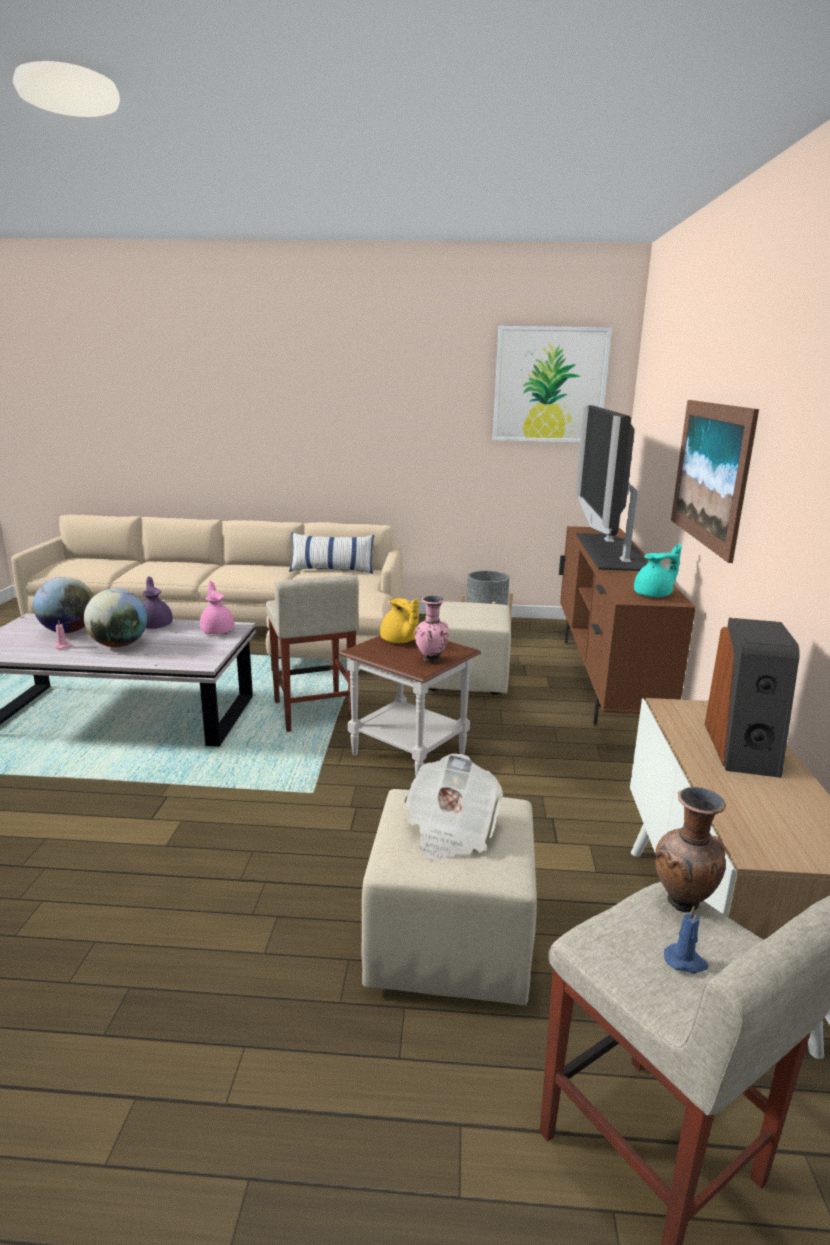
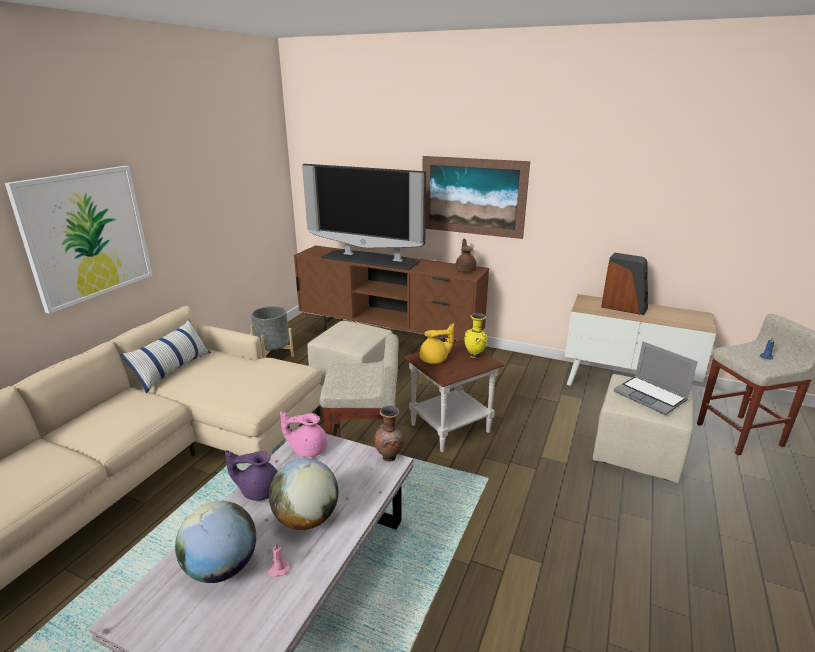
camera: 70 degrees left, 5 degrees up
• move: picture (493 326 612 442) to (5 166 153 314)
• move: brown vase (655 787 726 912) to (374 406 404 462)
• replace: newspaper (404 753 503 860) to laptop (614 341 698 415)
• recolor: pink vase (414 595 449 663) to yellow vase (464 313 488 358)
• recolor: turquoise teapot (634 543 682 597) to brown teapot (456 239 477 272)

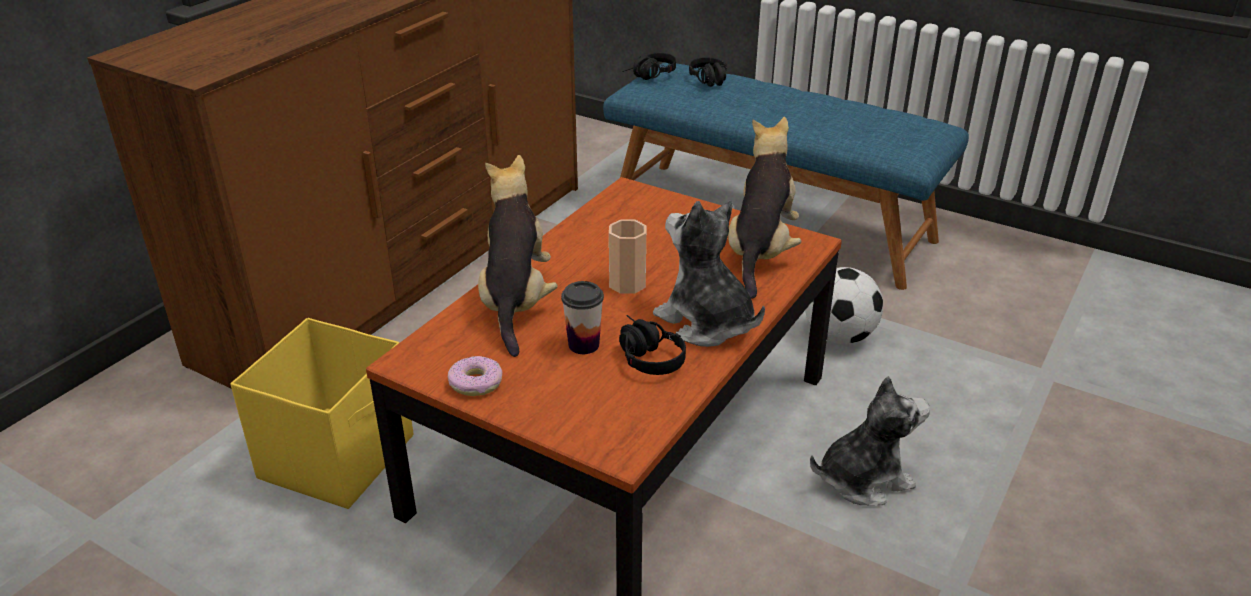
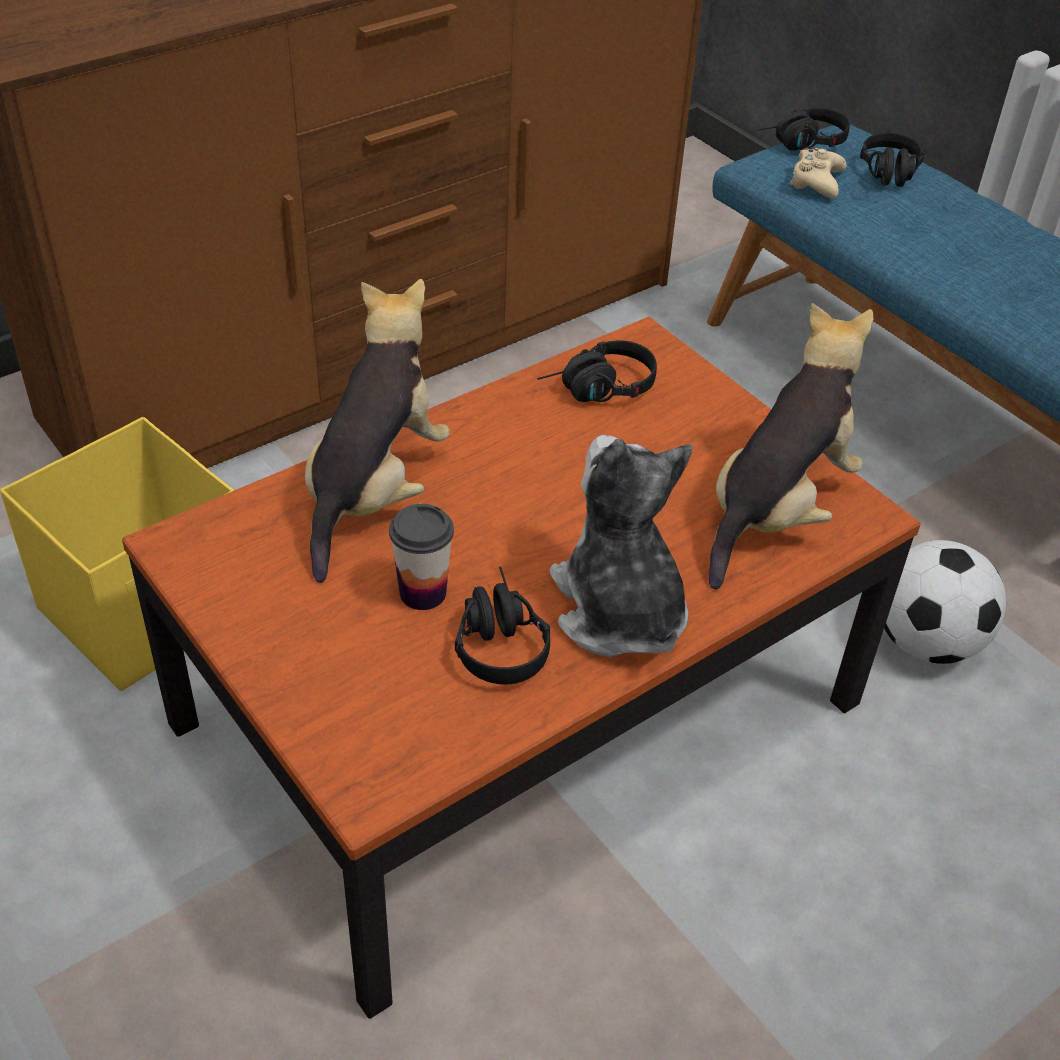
camera: 20 degrees right, 10 degrees up
• delete: donut (448 356 502 396)
• delete: cup (609 219 646 294)
• delete: plush toy (810 376 930 505)
• insert: black headphones (537 340 657 402)
• insert: beige game controller (790 147 846 198)

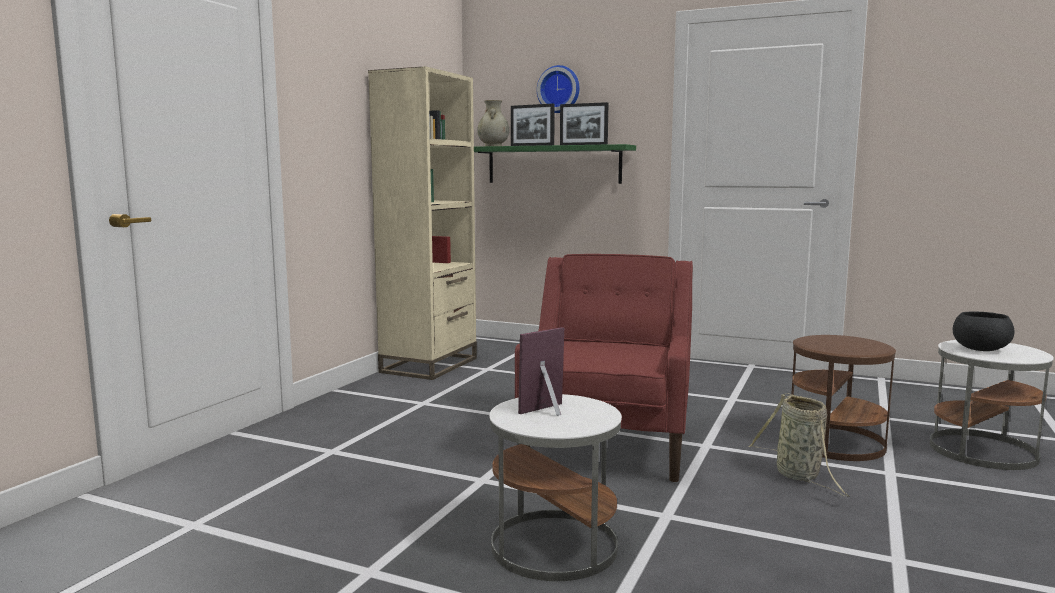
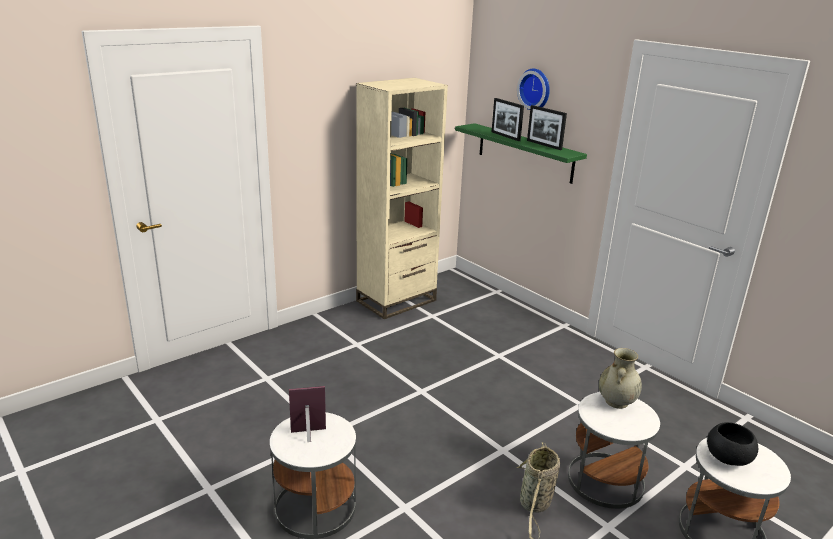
camera: 25 degrees right, 15 degrees up
• delete: red armchair (515 254 693 482)
• move: beige vase (477 100 509 146) to (599 348 642 409)
• recolor: brown side table (791 335 896 461) to white side table (568 392 660 509)

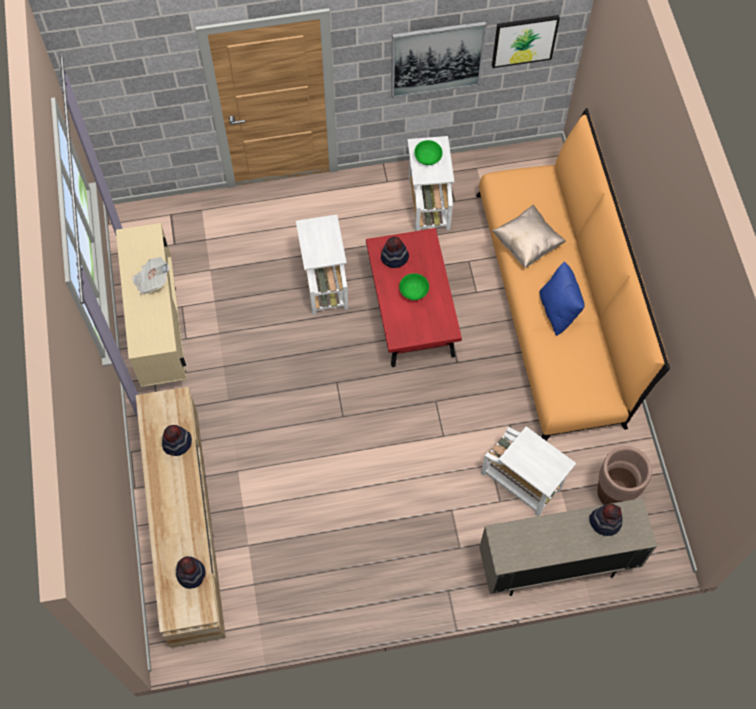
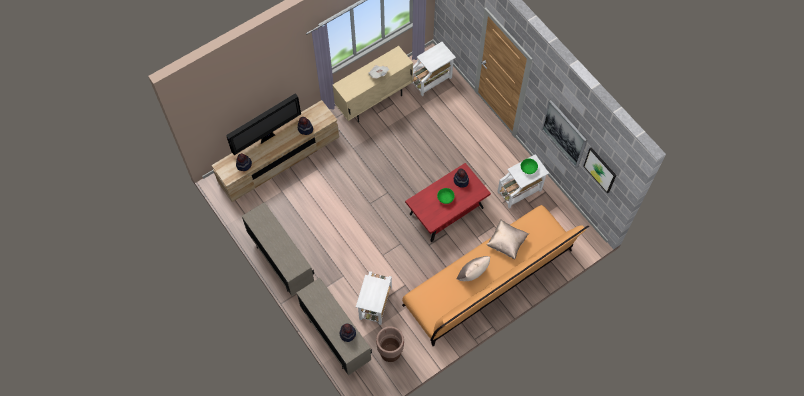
camera: 65 degrees right, 0 degrees up
• insert: television (226 93 301 155)
• insert: beige cabinet (242 202 314 296)
• move: white side table (296 214 348 315) to (411 42 456 96)
• recolor: blue pillow (540 261 585 336) to beige pillow (457 256 490 281)

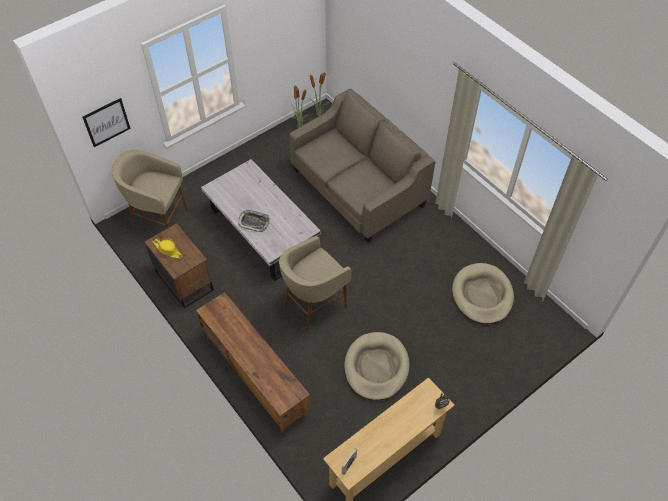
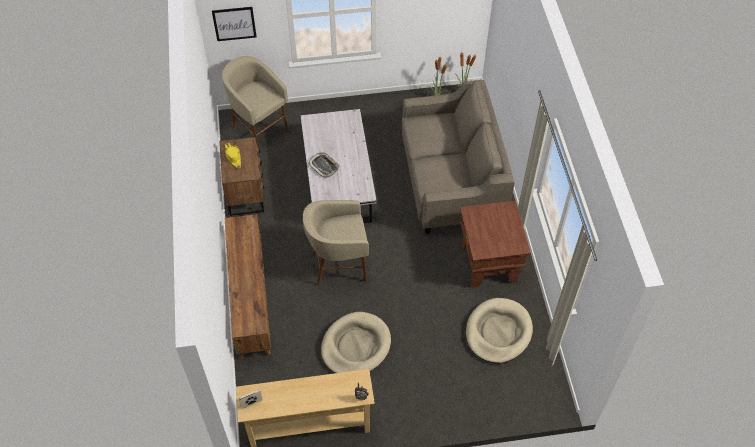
camera: 30 degrees right, 0 degrees up
• insert: brown side table (460 201 531 288)

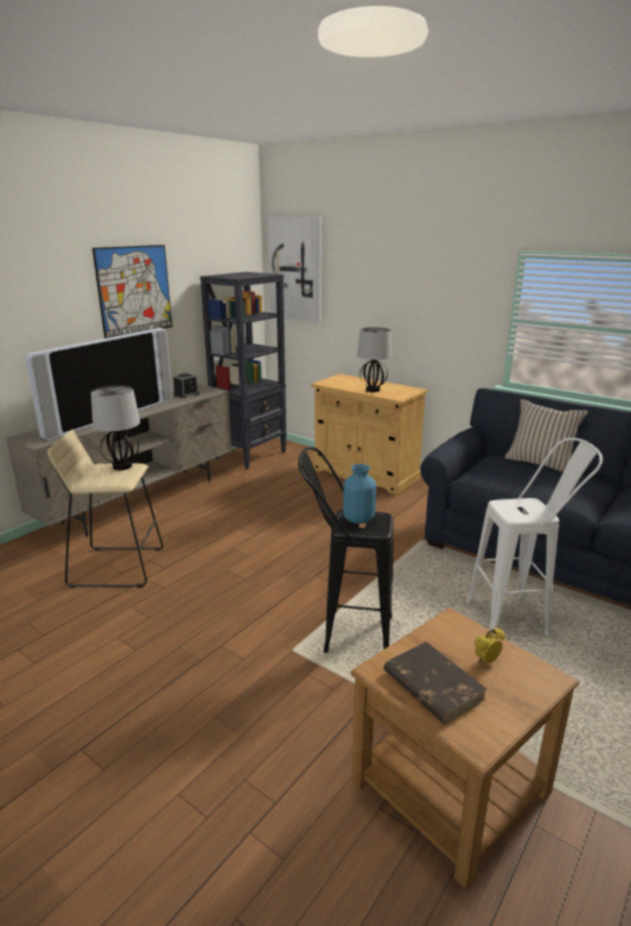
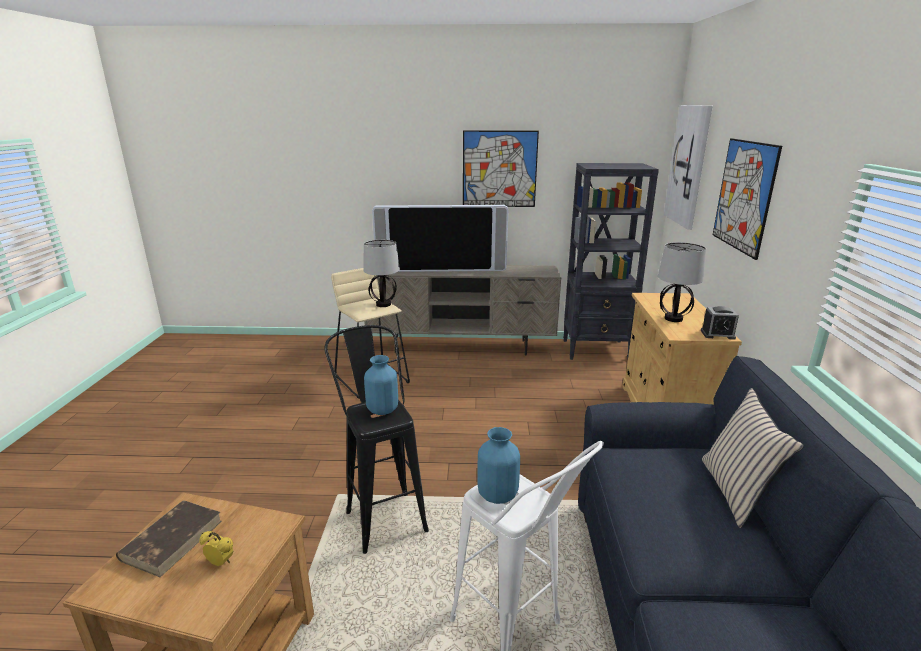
camera: 55 degrees right, 0 degrees up
• insert: blue vase (477 427 520 504)
• insert: picture (713 138 782 260)
• move: alarm clock (173 373 199 398) to (701 306 739 340)

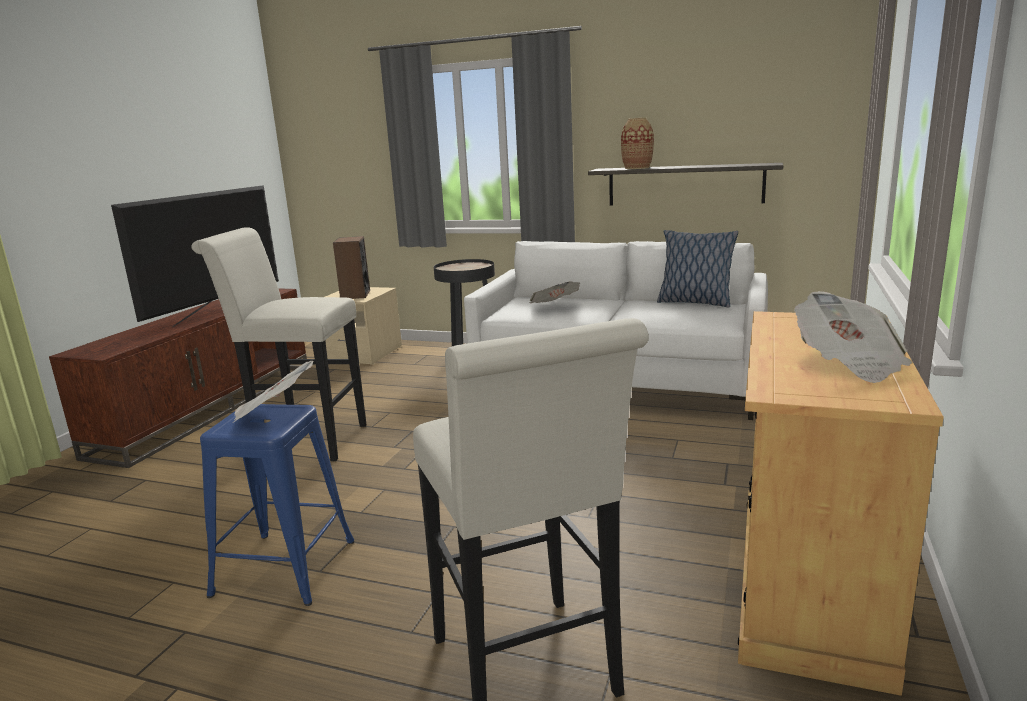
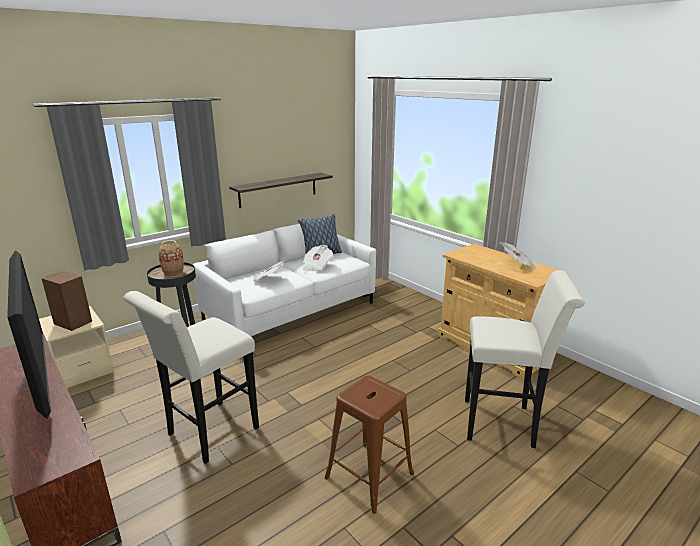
camera: 60 degrees left, 5 degrees up
• move: newspaper (234 361 313 422) to (303 245 333 271)
• move: vase (621 117 654 169) to (158 240 184 277)
• recolor: blue stool (200 404 354 606) to brown stool (325 376 414 514)

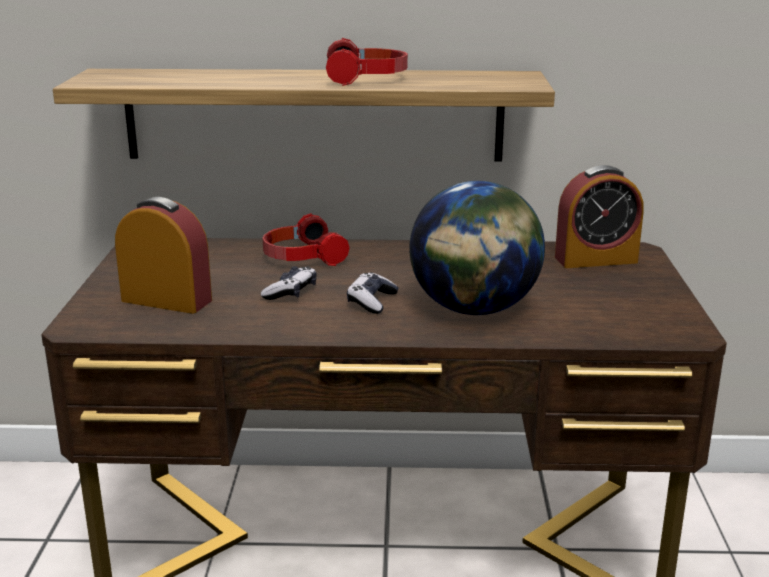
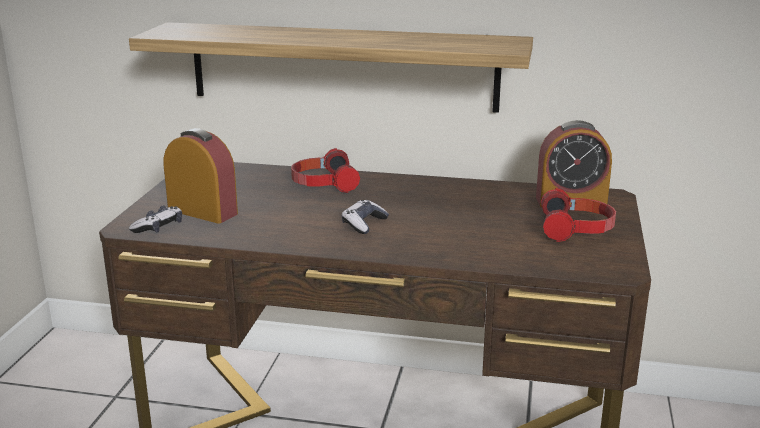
camera: 10 degrees right, 0 degrees up
• delete: globe (409 181 545 315)
• move: game controller (261 266 317 300) to (129 206 182 233)
• move: headphones (326 38 408 86) to (541 188 616 242)

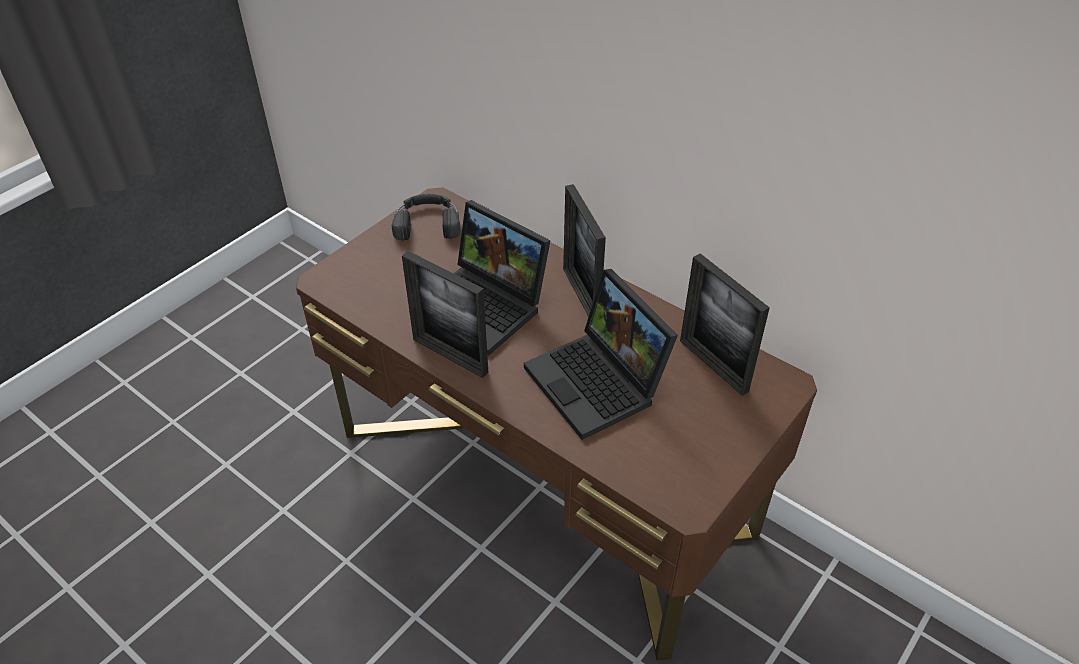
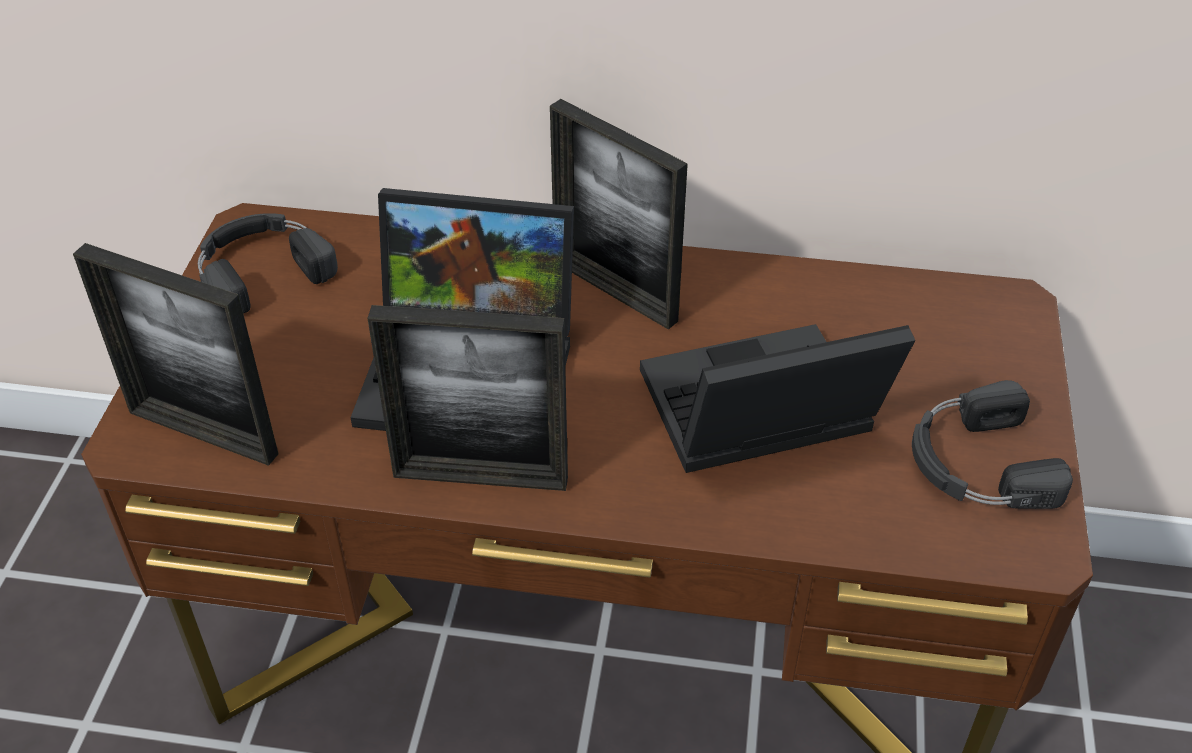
camera: 30 degrees left, 0 degrees up
• insert: black headphones (912 380 1073 509)
• move: picture frame (680 253 770 396) to (73 243 278 466)
• rotate: laptop (524 269 678 440) = (640 324 915 473) 135 degrees clockwise

